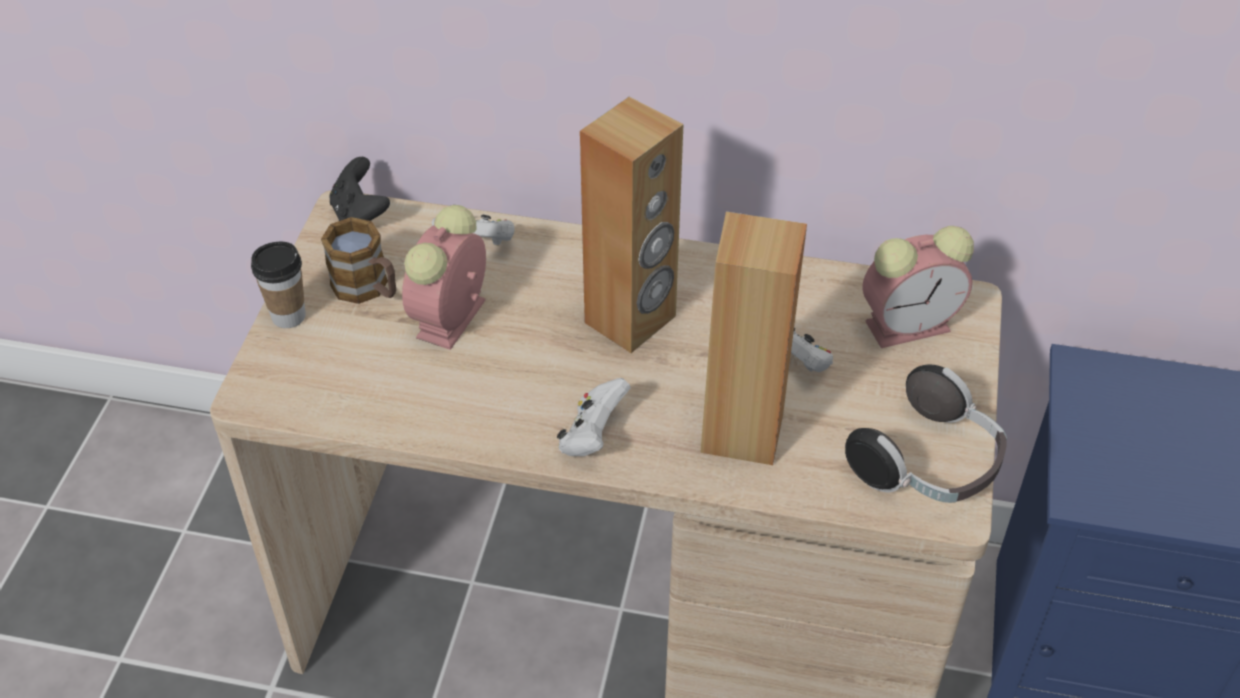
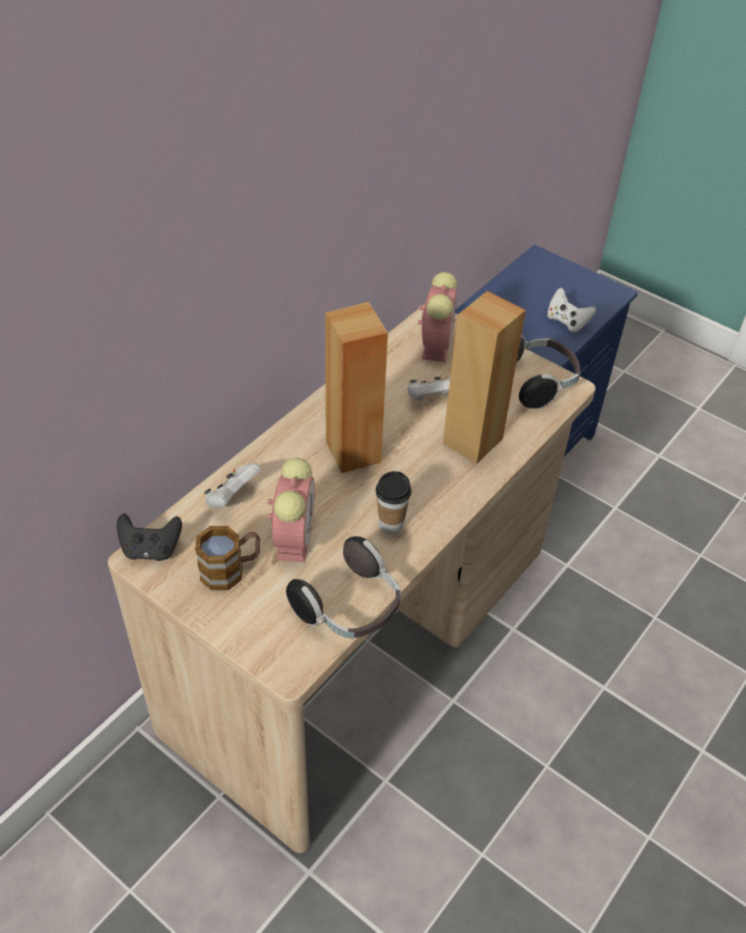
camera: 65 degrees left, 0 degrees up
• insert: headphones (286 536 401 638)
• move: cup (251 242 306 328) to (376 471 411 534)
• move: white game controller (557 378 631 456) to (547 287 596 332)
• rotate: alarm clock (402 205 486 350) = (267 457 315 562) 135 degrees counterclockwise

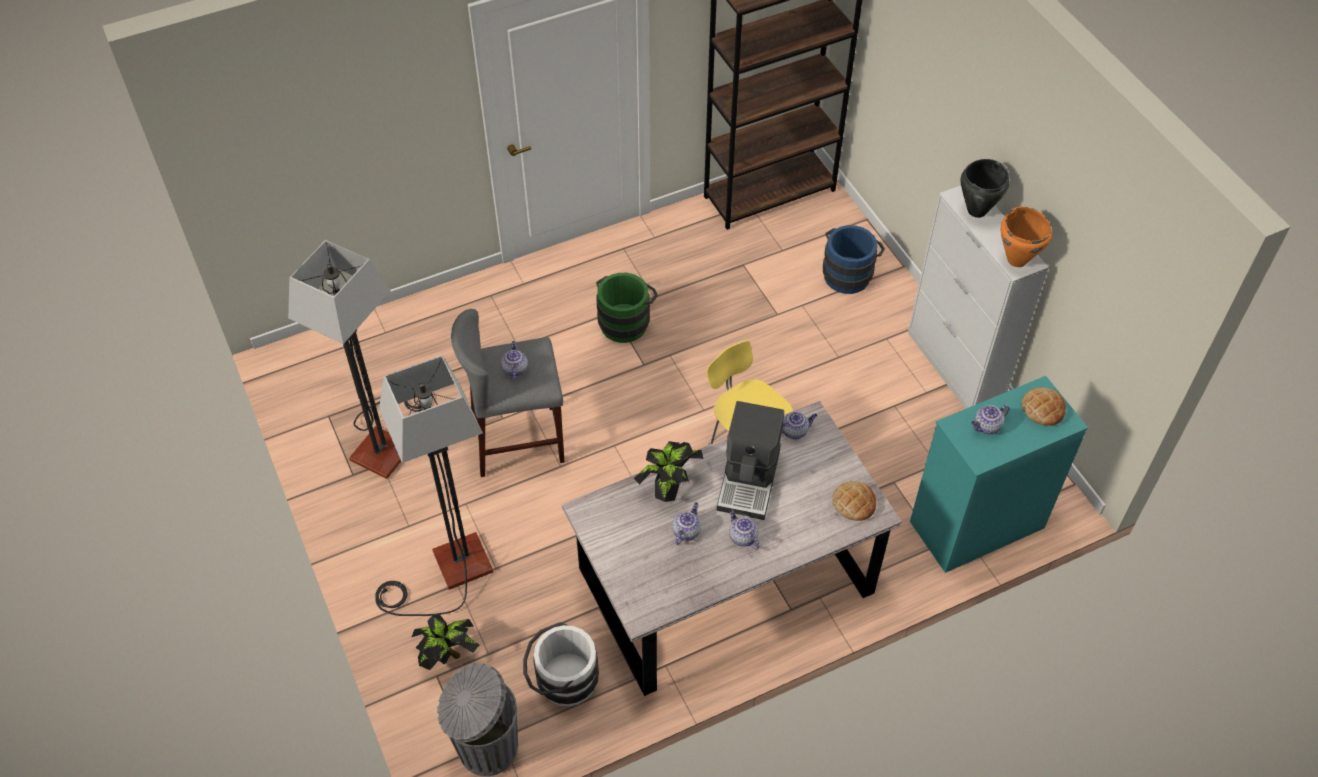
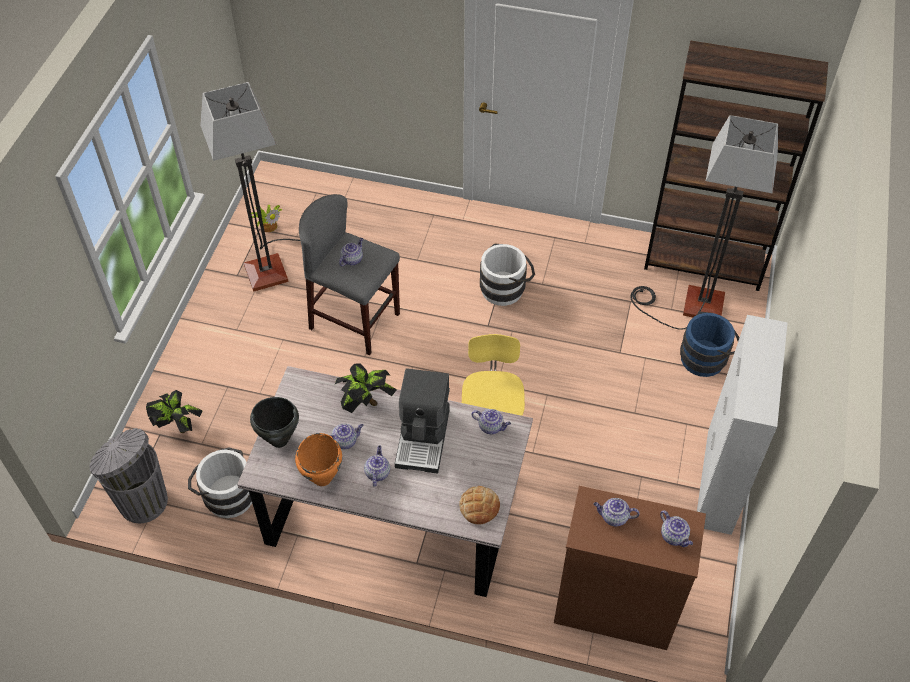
camera: 40 degrees right, 0 degrees up
• insert: potted plant (251 205 282 232)
• move: floor lamp (375 355 493 616) to (631 115 778 330)
• move: black cooking pot (961 159 1009 218) to (250 397 299 448)
• move: orange cooking pot (1001 207 1052 267) to (295 433 342 486)
• replace: bread (1022 387 1066 426) to teapot (660 511 693 547)
• recolor: green bucket (596 273 658 343) to white bucket (480 243 535 306)
• recolor: turquoise dresser (910 376 1088 573) to brown dresser (554 486 706 650)
• rotate: coffee machine (717 401 784 520) = (395 369 450 474) 45 degrees counterclockwise

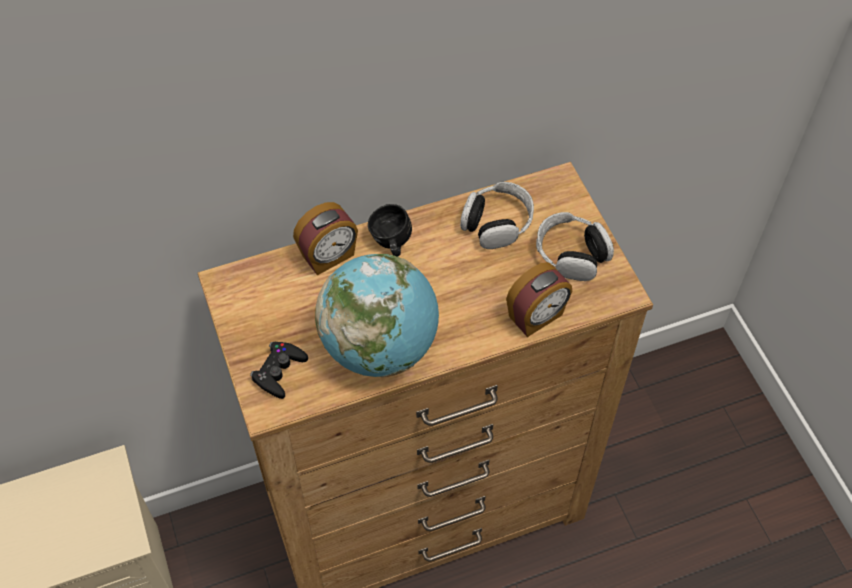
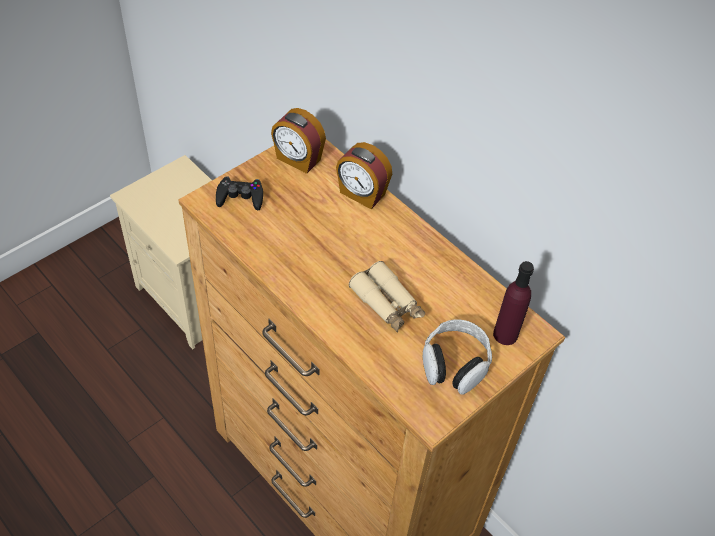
camera: 65 degrees right, 5 degrees down
• delete: globe (315 254 439 377)
• delete: black mug (368 204 412 257)
• delete: headphones (460 182 534 249)
• insert: beige binoculars (349 261 425 333)
• insert: purple bottle (493 261 534 345)
• move: alarm clock (506 262 572 337) to (271 108 326 174)

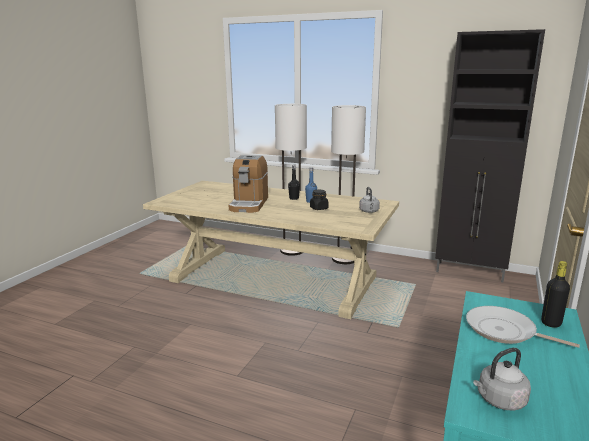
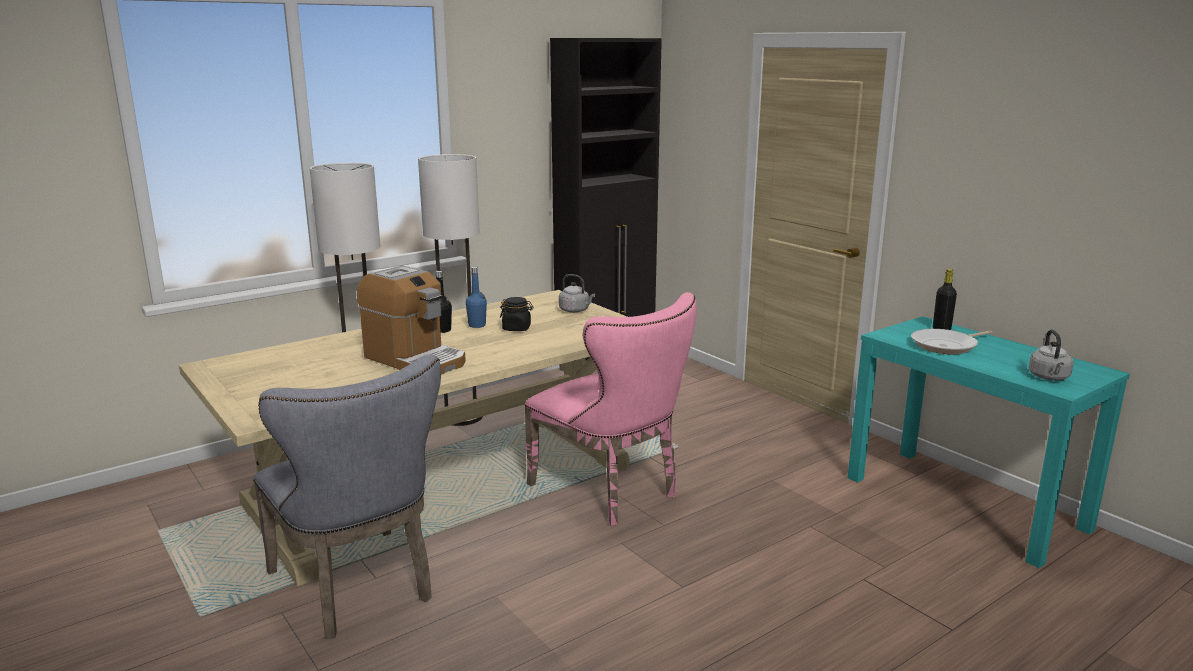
camera: 60 degrees left, 0 degrees up
• insert: grey chair (253 354 441 639)
• insert: pink chair (524 292 697 526)

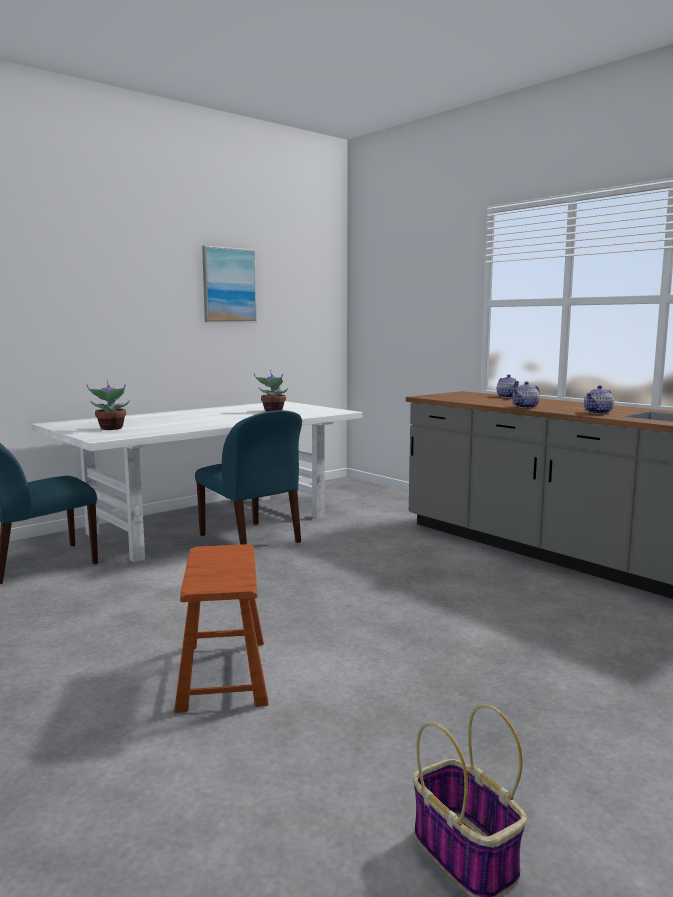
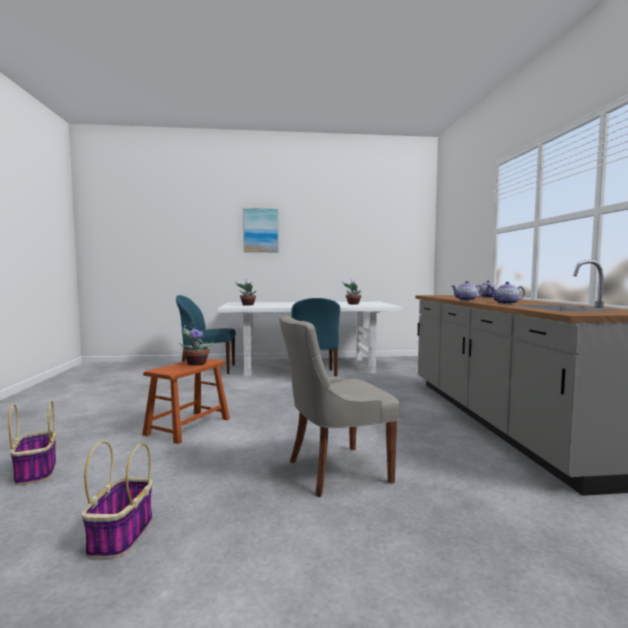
camera: 35 degrees right, 5 degrees down
• insert: basket (8 400 56 485)
• insert: potted plant (179 323 214 365)
• insert: grey chair (279 316 400 497)
• move: picture (202 246 257 322) to (243 208 279 252)

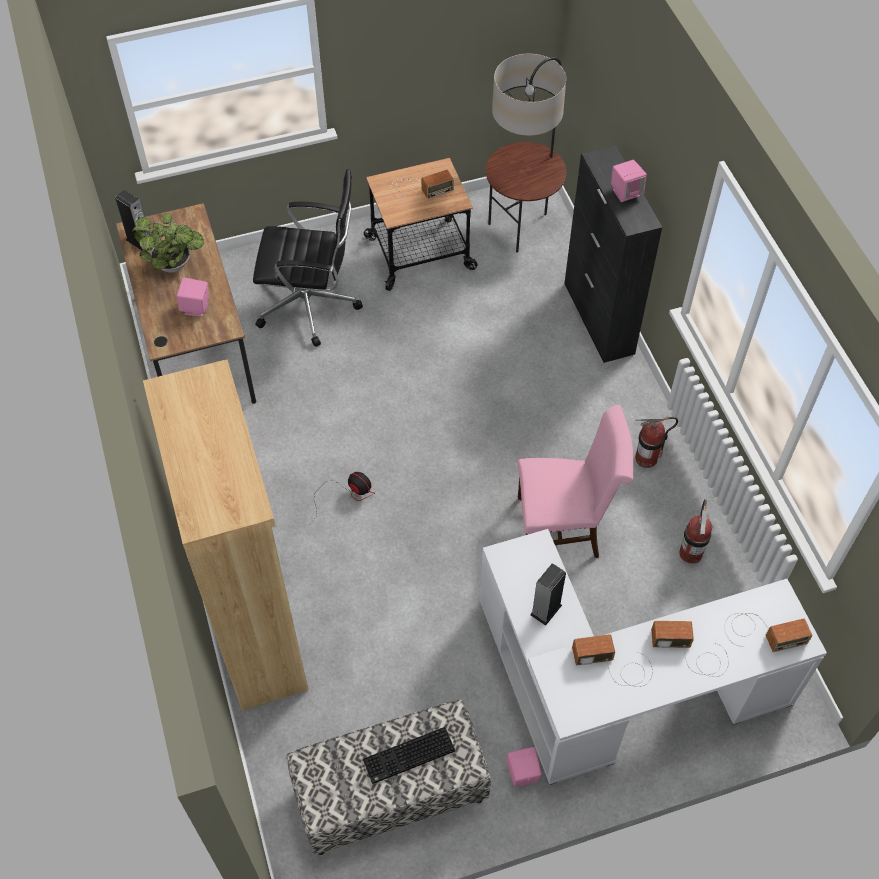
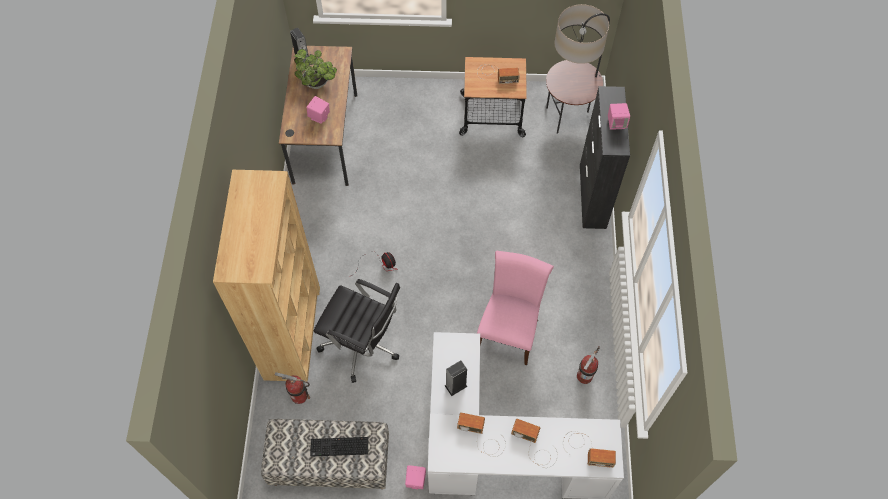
camera: 20 degrees right, 5 degrees up
• move: black office chair (253 169 363 347) to (314 279 400 383)
• move: fire extinguisher (635 416 678 468) to (275 372 310 404)
• rotate: pink chair (518 405 633 558) = (477 251 554 365) 90 degrees counterclockwise

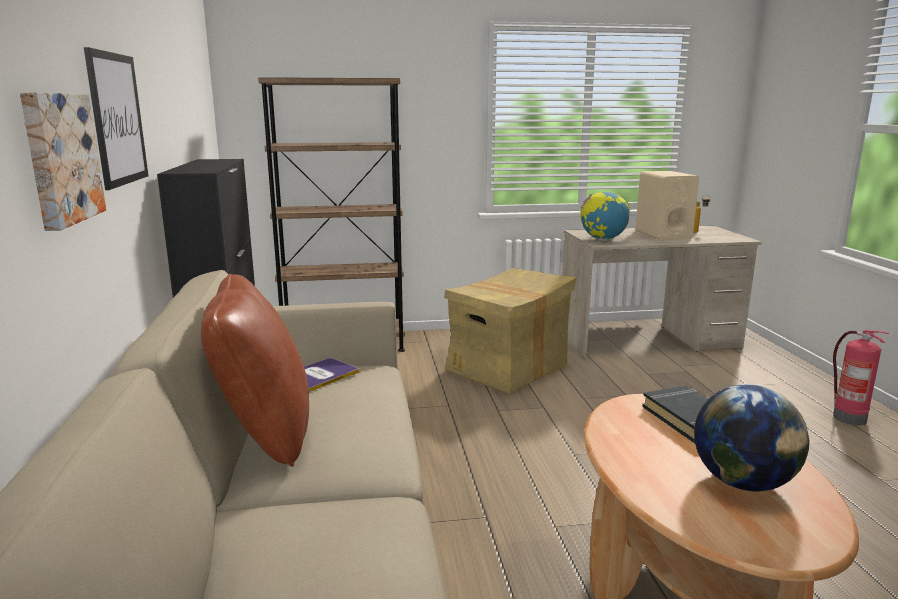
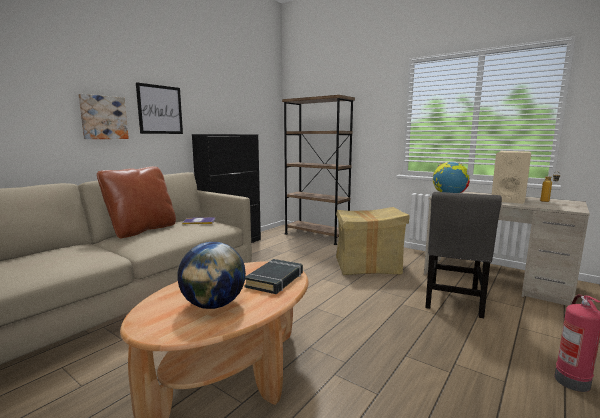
camera: 45 degrees right, 5 degrees down
• insert: grey chair (426 192 502 318)

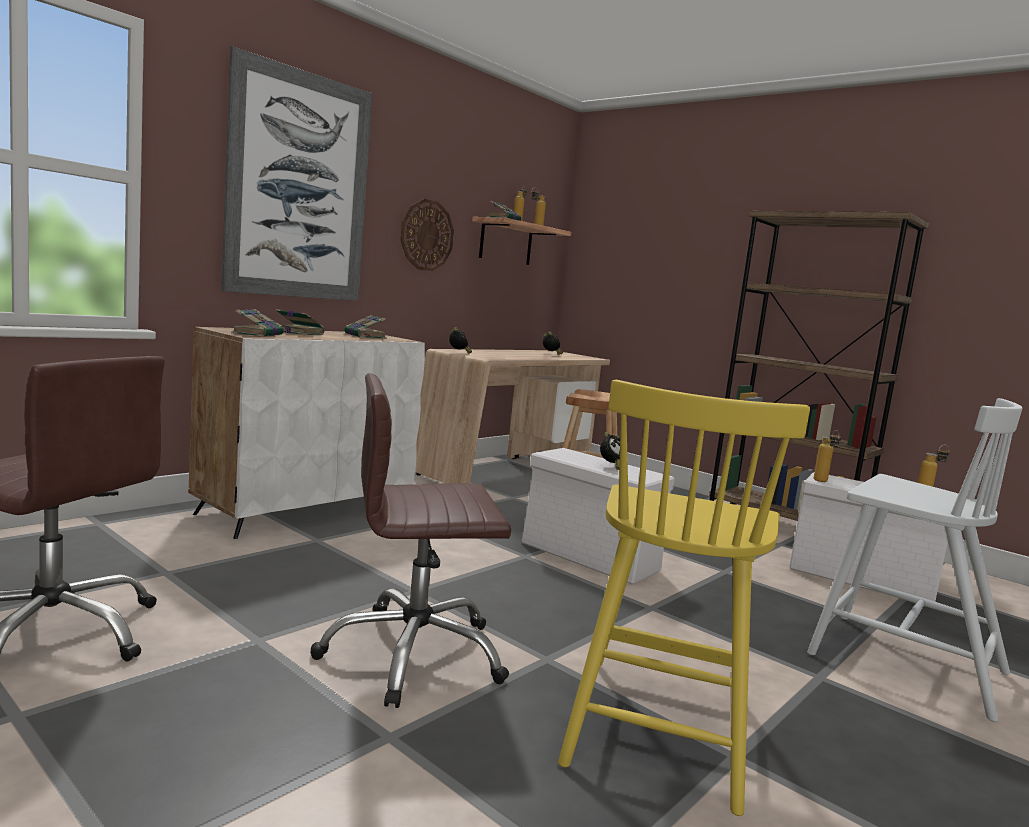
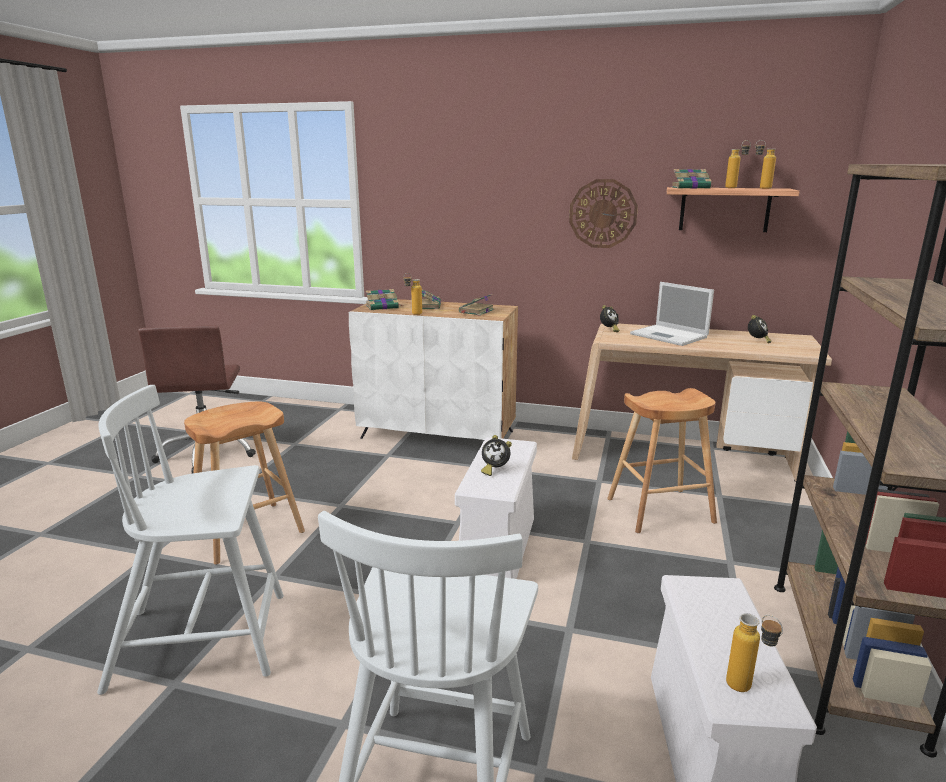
camera: 65 degrees right, 10 degrees up
• delete: picture (221 46 373 301)
• insert: laptop (630 282 714 346)
• move: bottle (814 430 841 482) to (403 273 422 315)
• replace: brown office chair (311 373 511 708) to brown stool (184 402 305 565)
• recolor: yellow chair (558 380 810 816) to white chair (97 385 284 695)

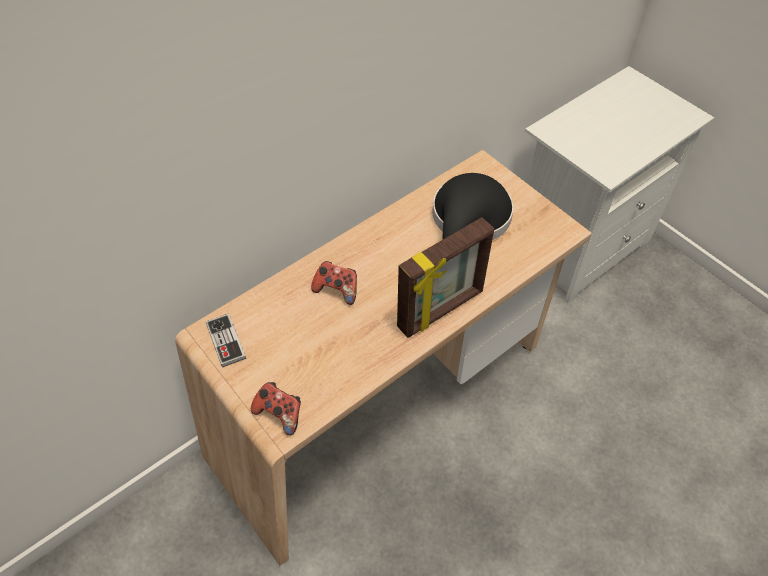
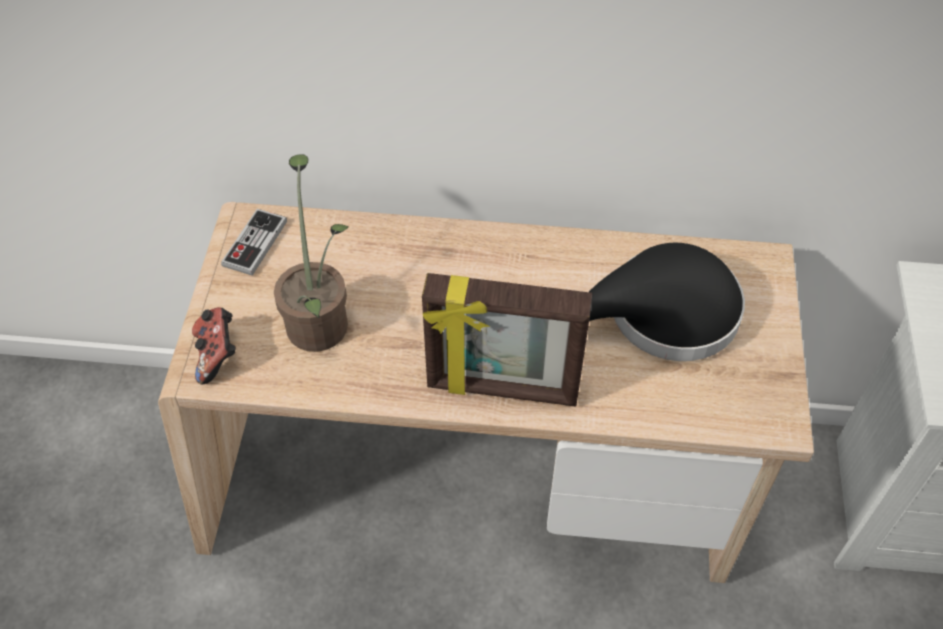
camera: 45 degrees right, 0 degrees up
• delete: game controller (311 261 357 305)
• insert: potted plant (274 154 349 352)

